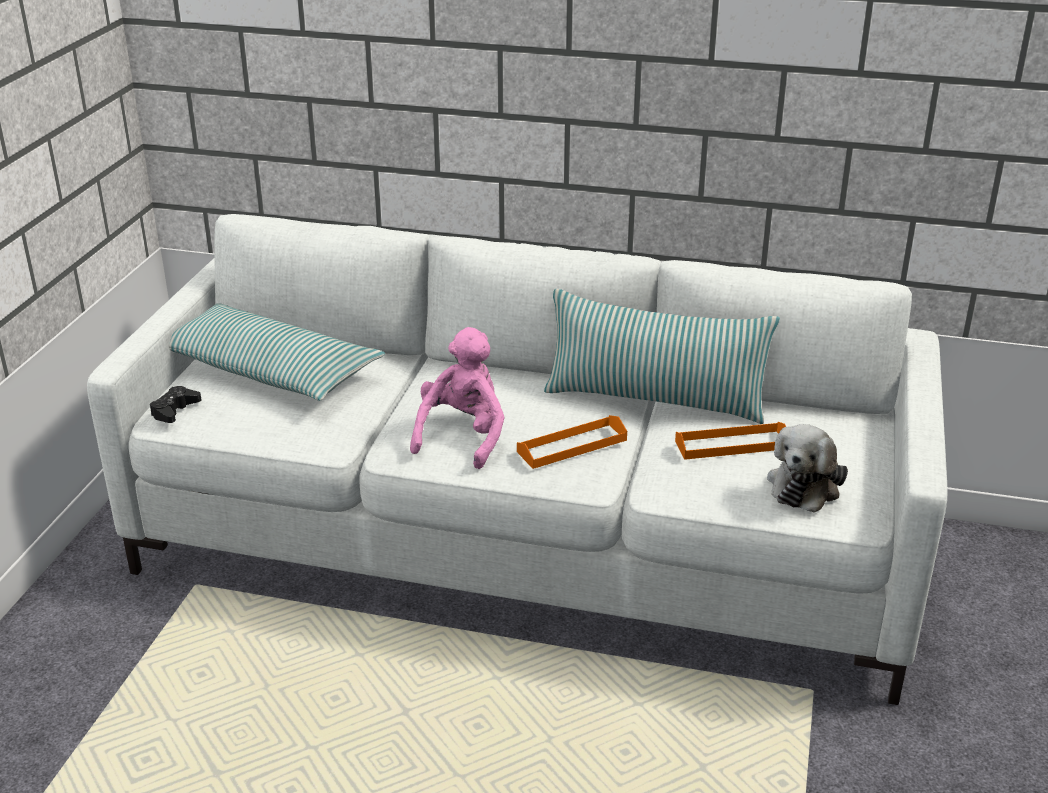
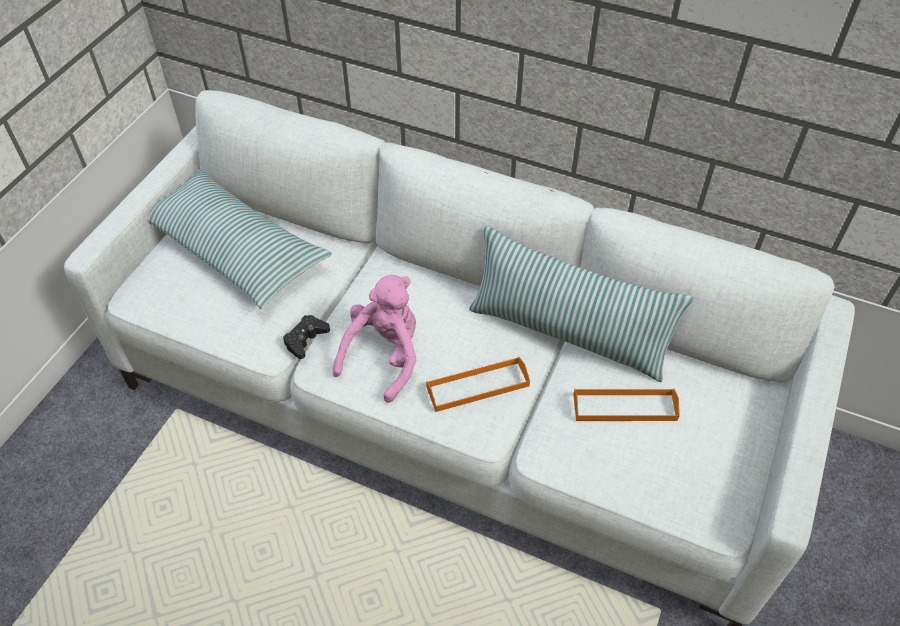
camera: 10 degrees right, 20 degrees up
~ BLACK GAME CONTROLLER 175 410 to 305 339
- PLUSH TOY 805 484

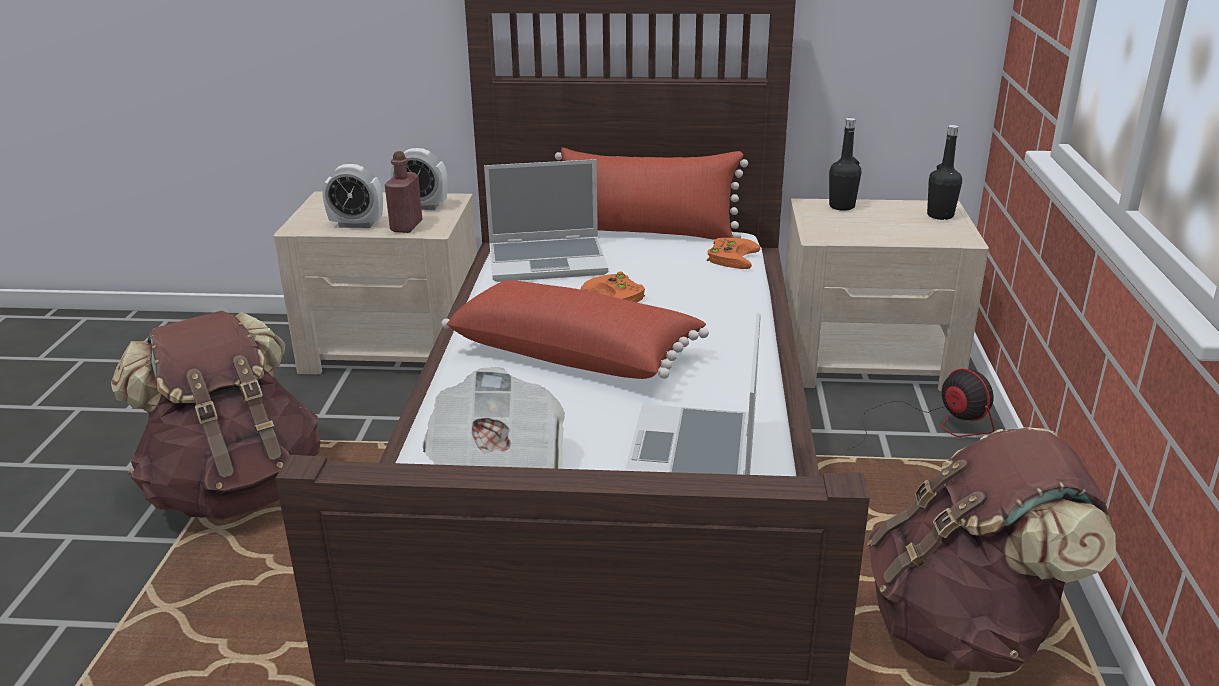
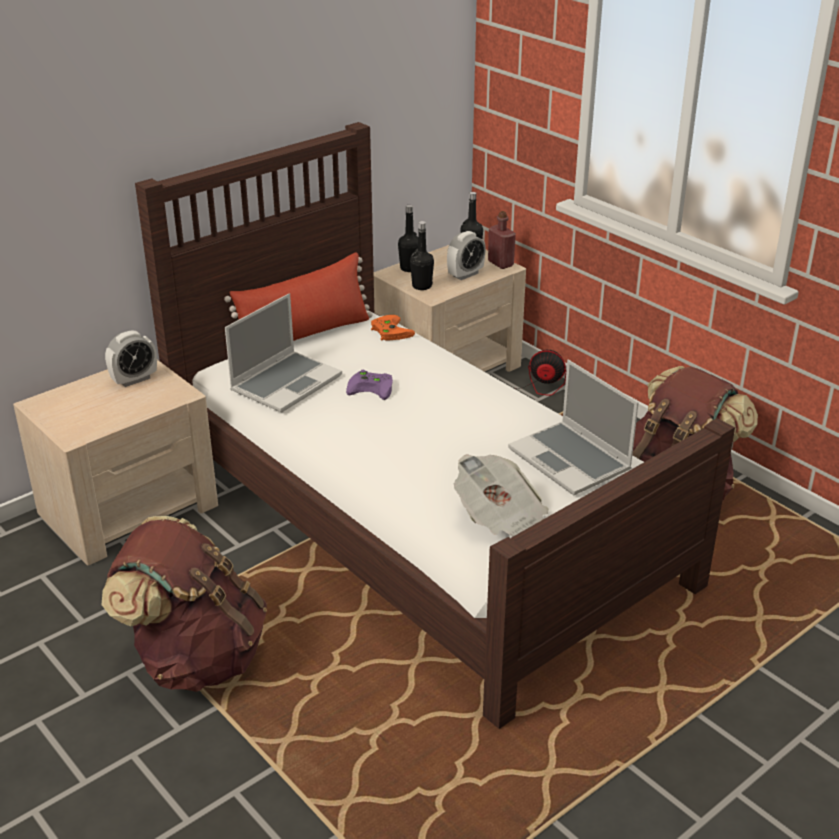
camera: 45 degrees left, 5 degrees up
~ ALARM CLOCK 356 224 to 465 274
~ RED BOTTLE 406 226 to 500 263
- RED PILLOW 575 354
~ ORANGE GAME CONTROLLER 617 296 to PURPLE GAME CONTROLLER 373 387
+ BLACK BOTTLE 422 286

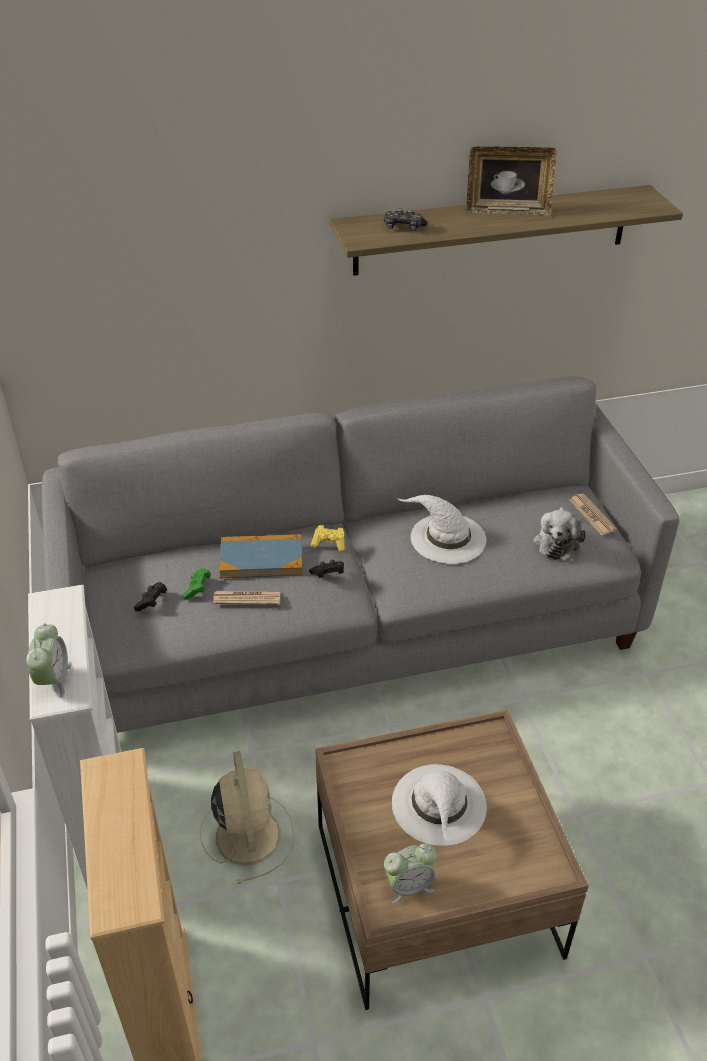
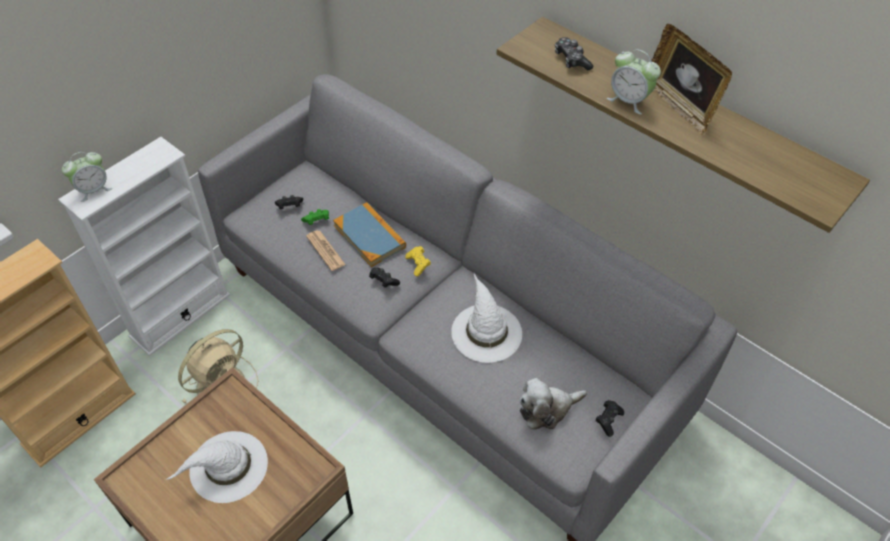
camera: 55 degrees right, 10 degrees up
~ ALARM CLOCK 409 886 to 629 101
~ NEWSPAPER 592 515 to BLACK GAME CONTROLLER 608 420

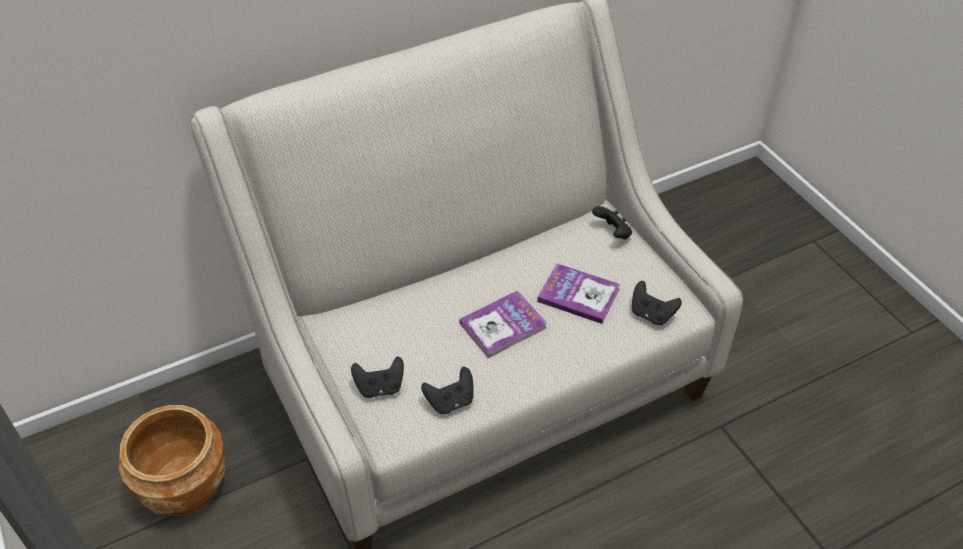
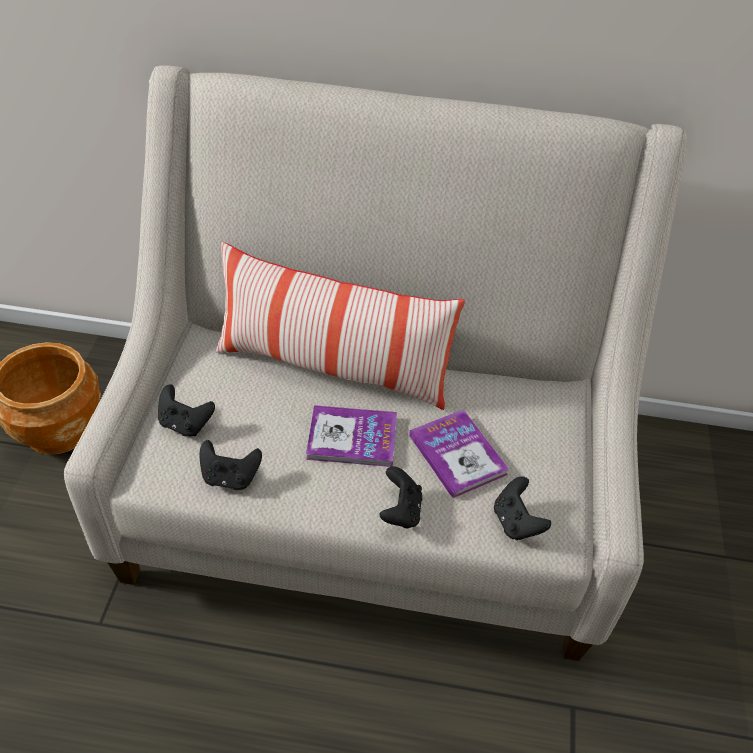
camera: 35 degrees right, 0 degrees up
~ BLACK GAME CONTROLLER 612 233 to 400 511
+ PILLOW 332 367

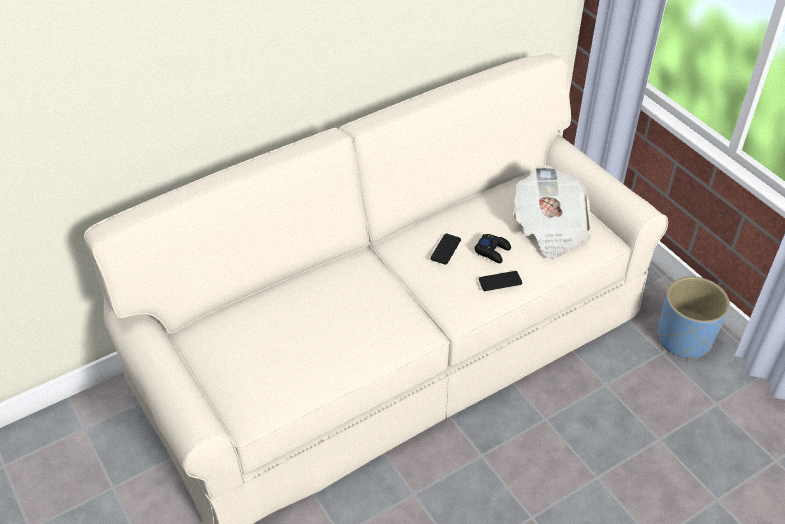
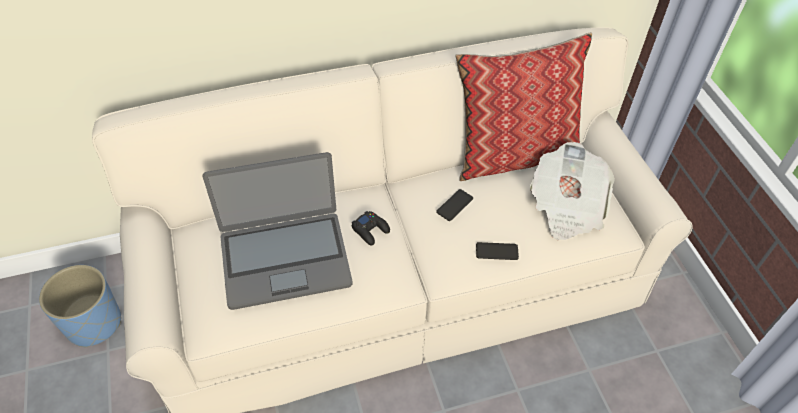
camera: 15 degrees right, 5 degrees up
~ BLACK GAME CONTROLLER 492 251 to 371 230
~ BLUE PLANTER 684 339 to 93 324
+ LAPTOP 285 259
+ PILLOW 514 154

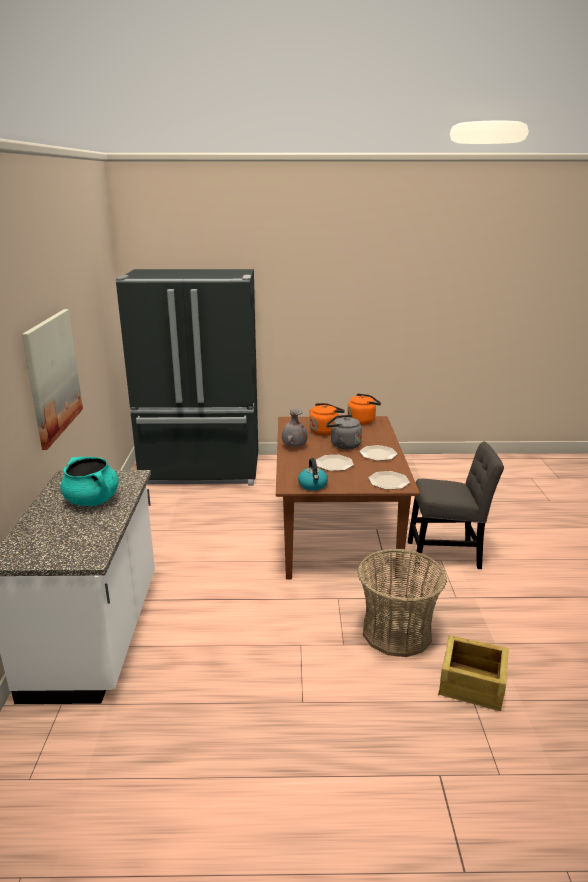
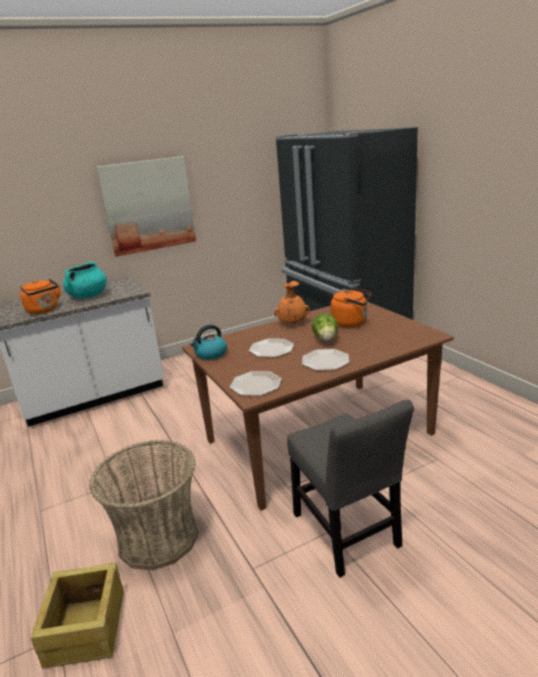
camera: 65 degrees right, 0 degrees up
~ GREY VASE 294 446 to ORANGE VASE 292 323
~ GREY KETTLE 343 445 to LETTUCE 326 340
~ ORANGE KETTLE 362 421 to 44 310

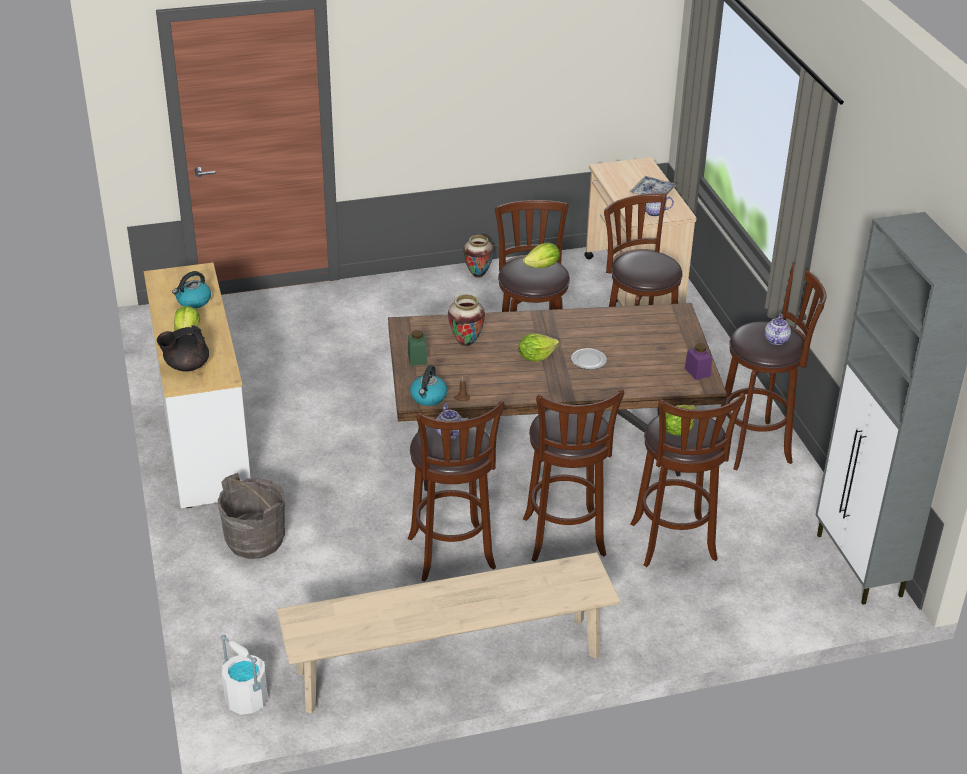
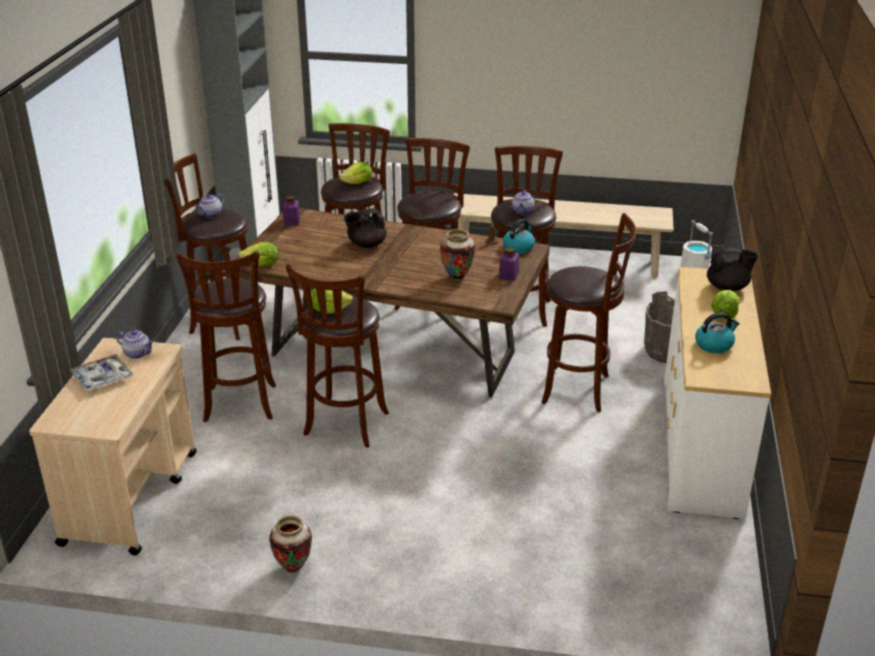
camera: 155 degrees left, 5 degrees down
~ GREEN JAR 417 358 to PURPLE JAR 508 275
~ LETTUCE 535 357 to 262 265
~ PLATE 589 361 to BLACK TEAPOT 366 244
+ BROWN STOOL 580 390

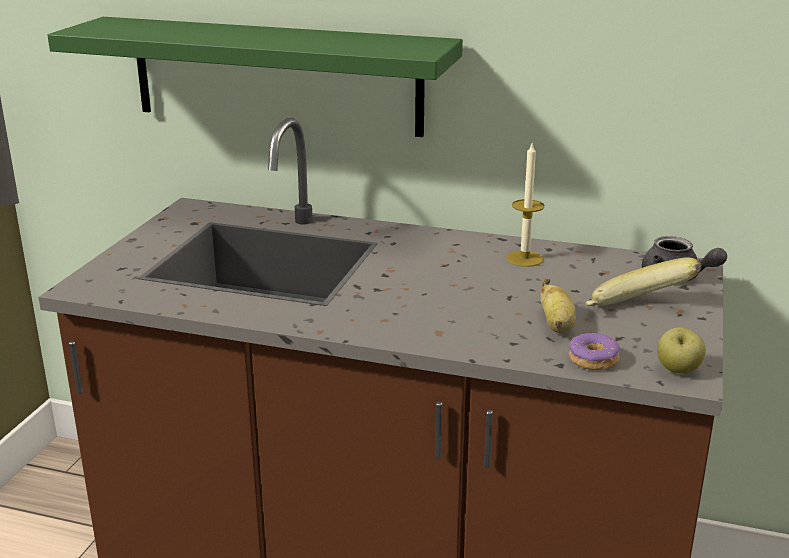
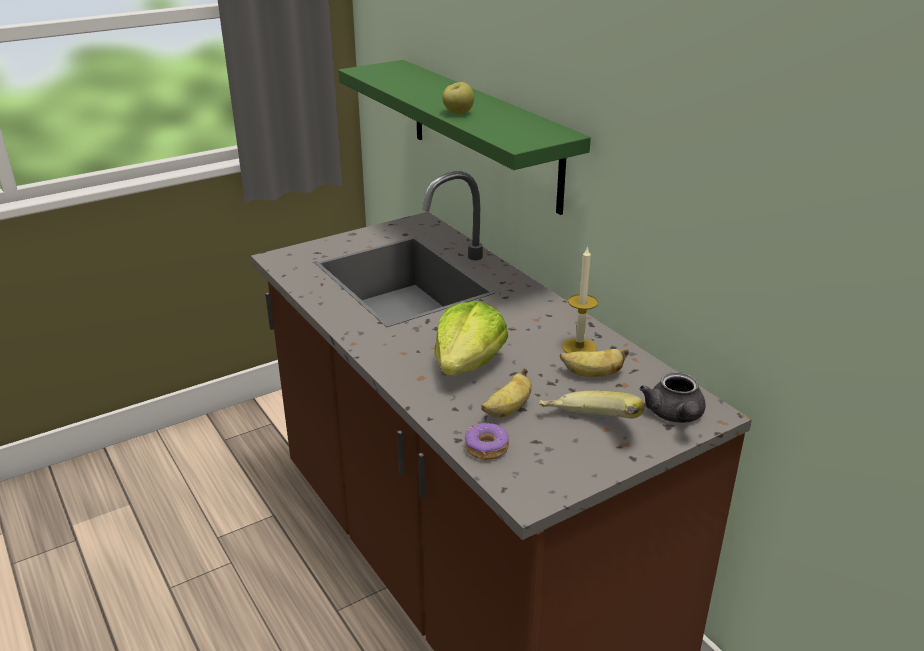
camera: 40 degrees right, 5 degrees up
~ APPLE 678 371 to 458 113
+ LETTUCE 468 364
+ BANANA 592 375

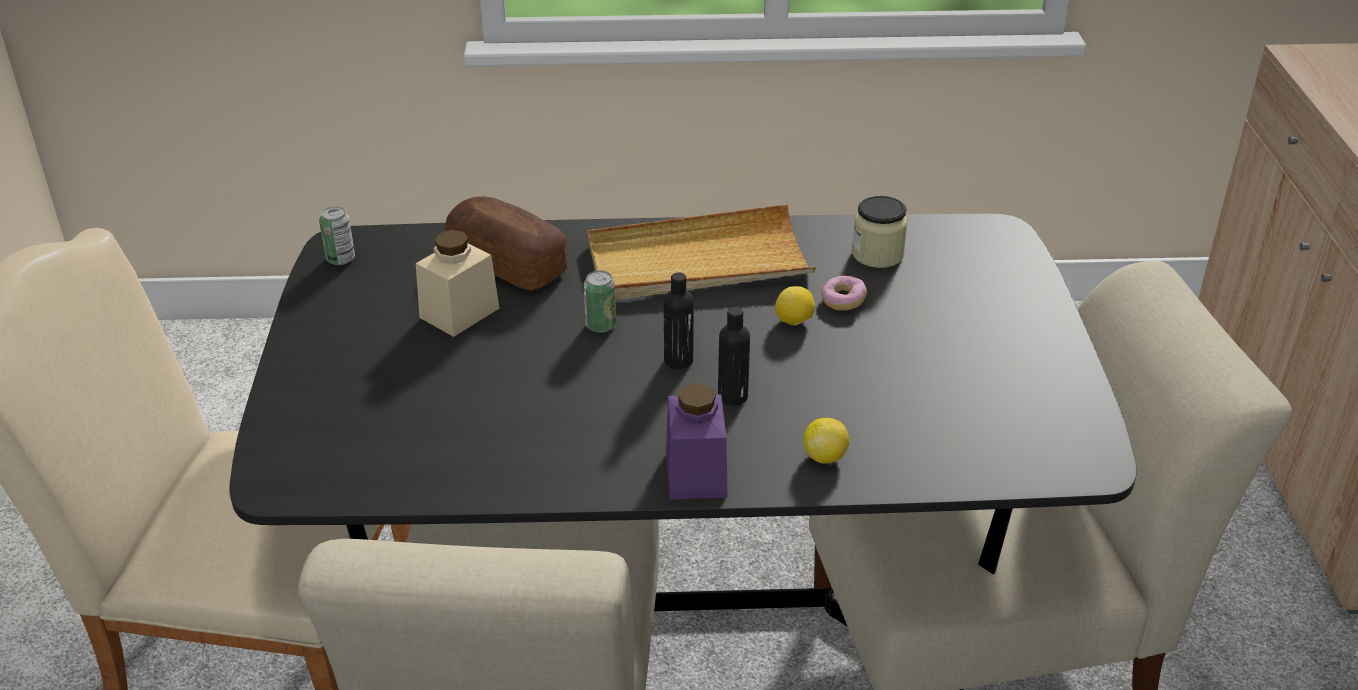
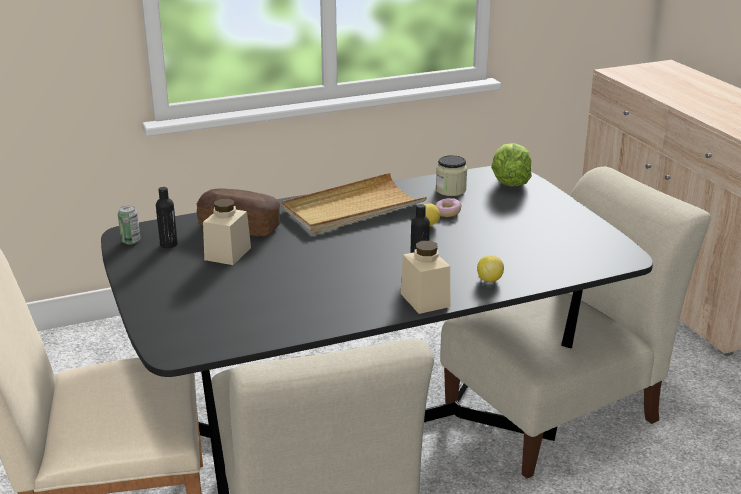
camera: 20 degrees left, 10 degrees down
- CAN 600 325
~ BLACK BOTTLE 678 360 to 169 244
~ PURPLE JAR 696 473 to BEIGE JAR 425 300
+ LETTUCE 509 182

